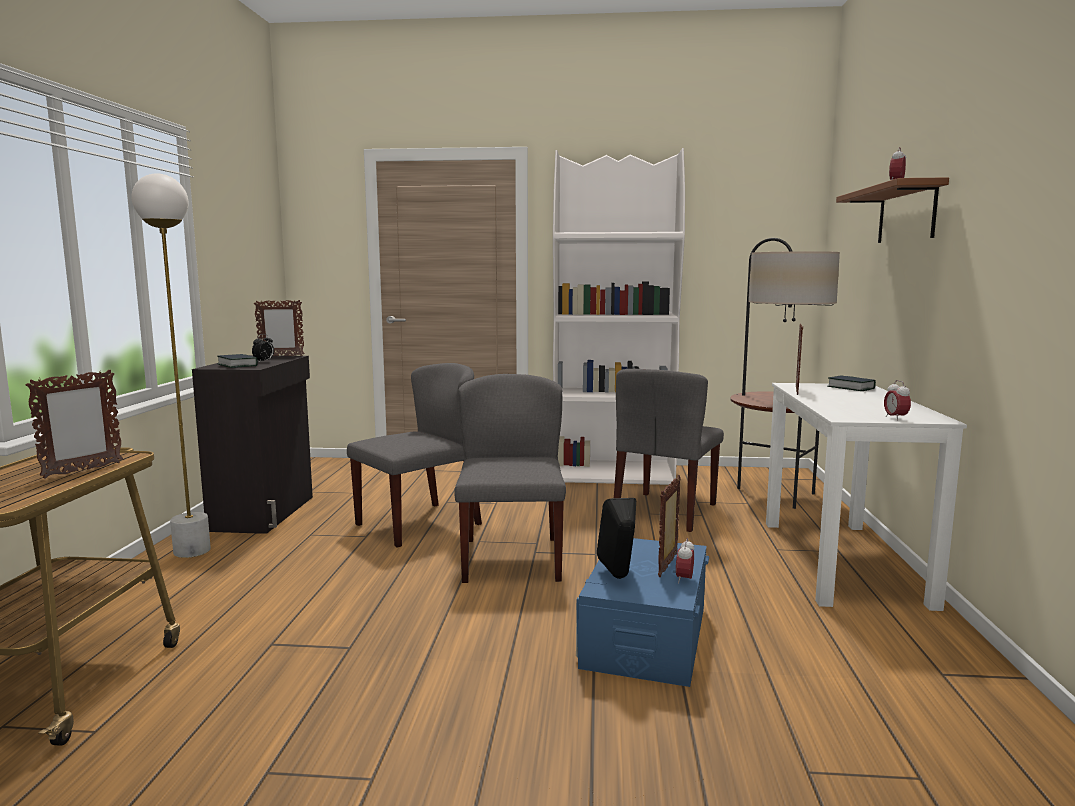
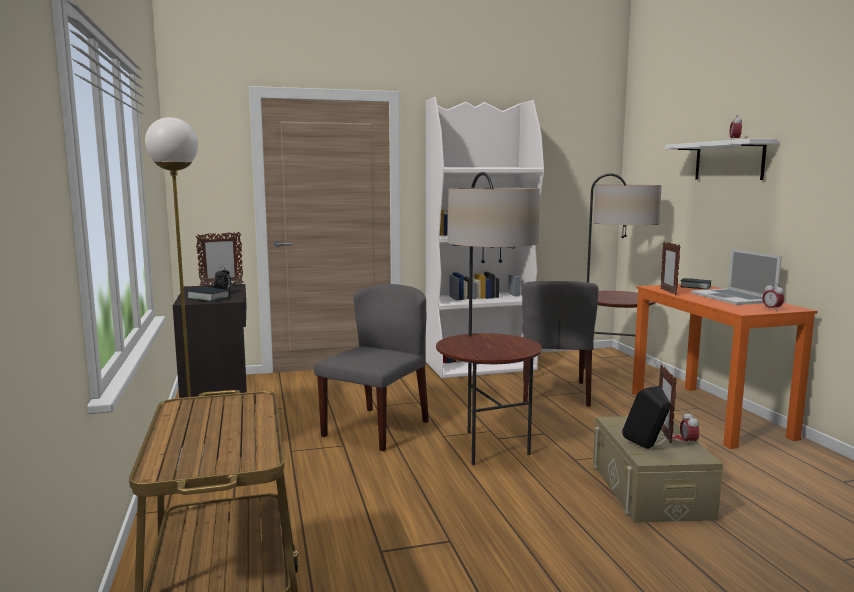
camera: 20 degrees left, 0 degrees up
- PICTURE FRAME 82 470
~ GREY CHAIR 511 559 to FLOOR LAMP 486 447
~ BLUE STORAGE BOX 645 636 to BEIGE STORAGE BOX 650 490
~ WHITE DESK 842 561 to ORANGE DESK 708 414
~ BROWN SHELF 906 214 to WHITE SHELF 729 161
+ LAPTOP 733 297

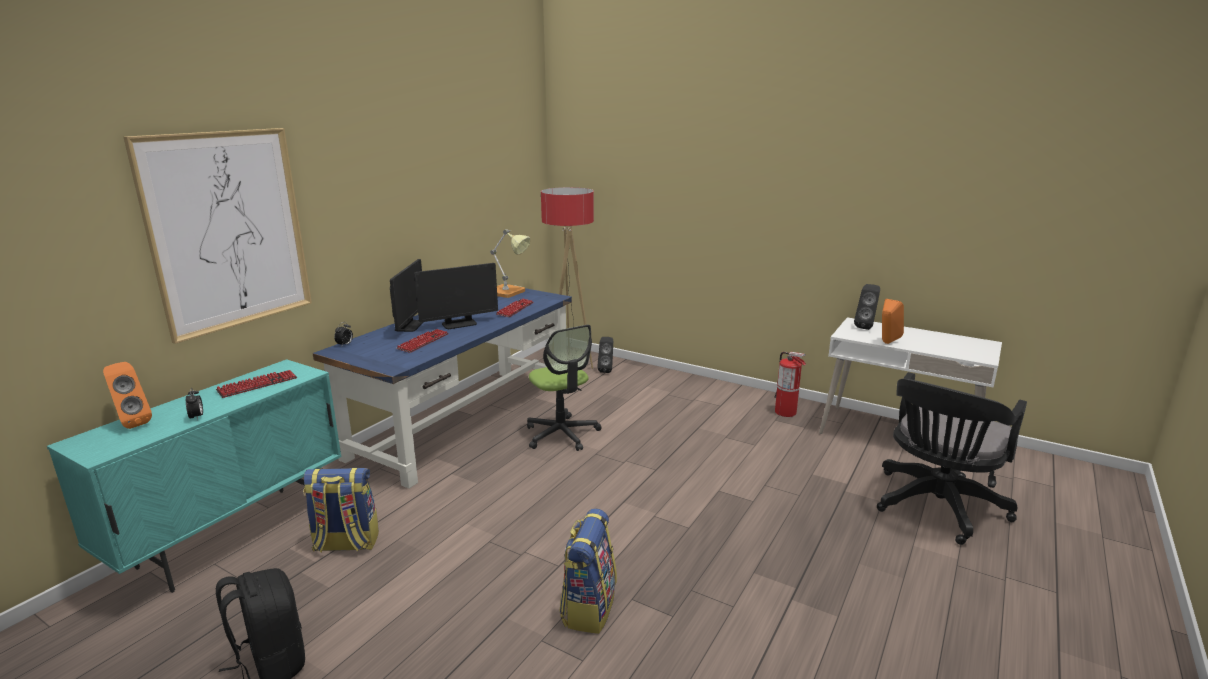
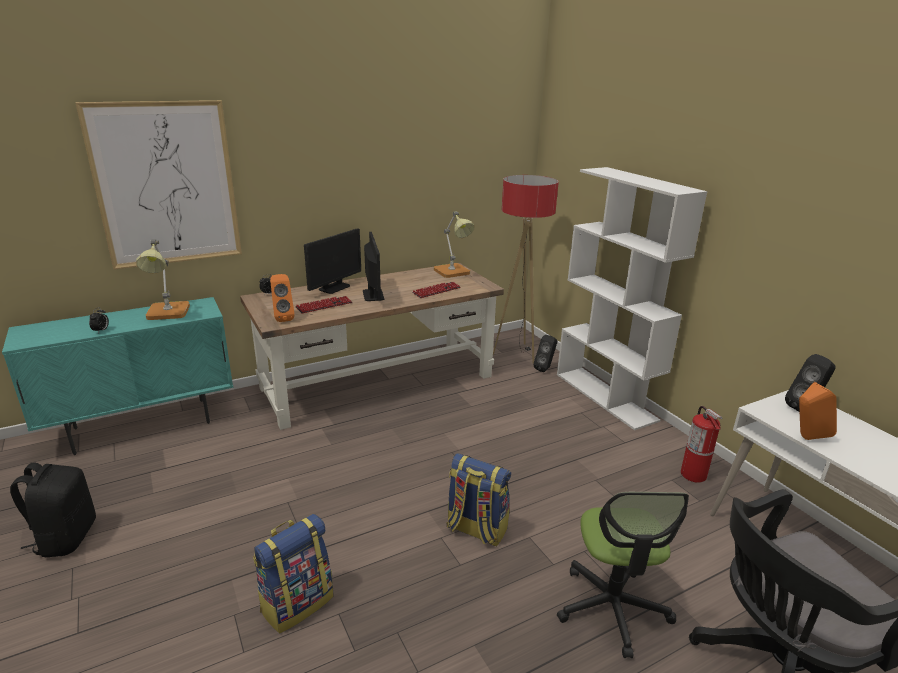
camera: 30 degrees right, 5 degrees up
~ ORANGE SPEAKER 131 423 to 283 318
~ KEYBOARD 257 385 to TABLE LAMP 167 314
~ BACKPACK 346 544 to 476 529
~ BLUE DESK 465 419 to BROWN DESK 379 381
~ MONITOR 459 324 = 373 295 105 degrees counterclockwise
~ OFFICE CHAIR 562 434 to 612 608
+ WHITE BOOKCASE 606 397

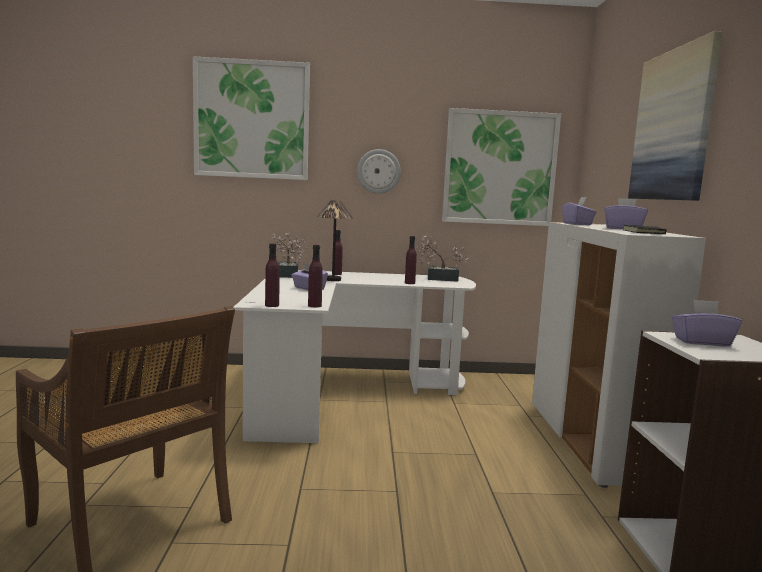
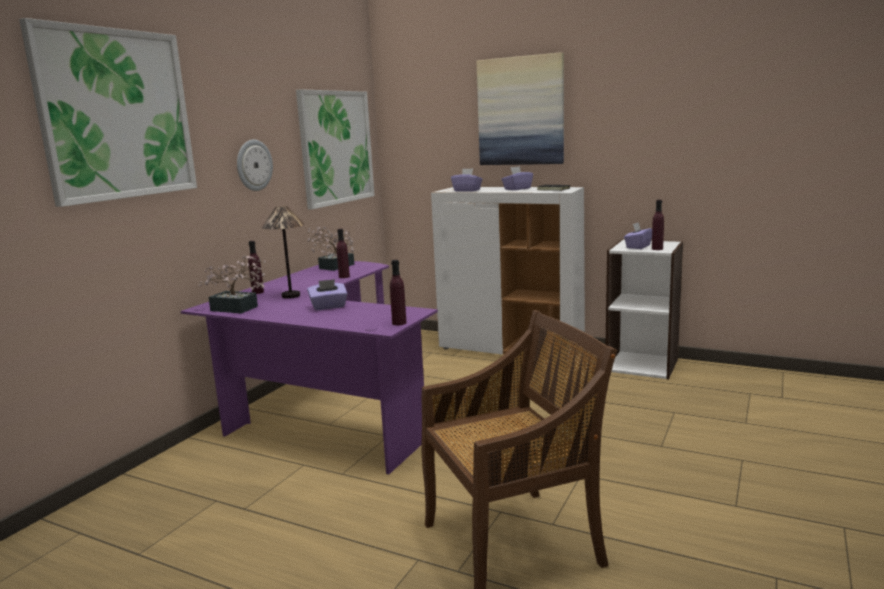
camera: 60 degrees left, 5 degrees up
~ WHITE DESK 344 392 to PURPLE DESK 324 410
~ PURPLE BOTTLE 314 306 to 657 249

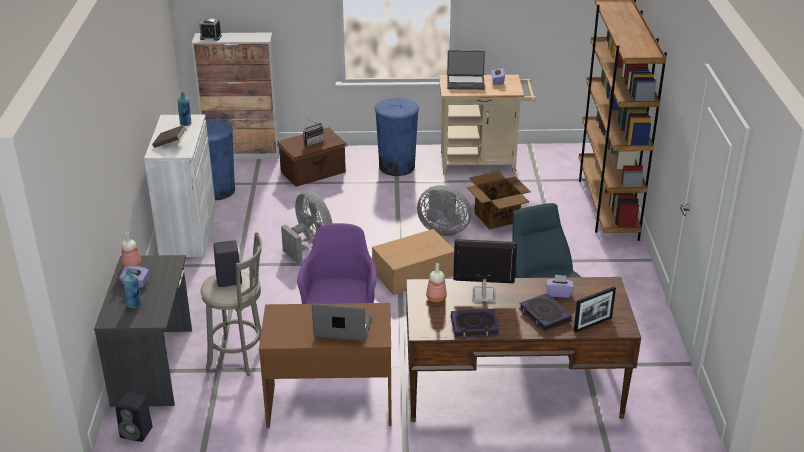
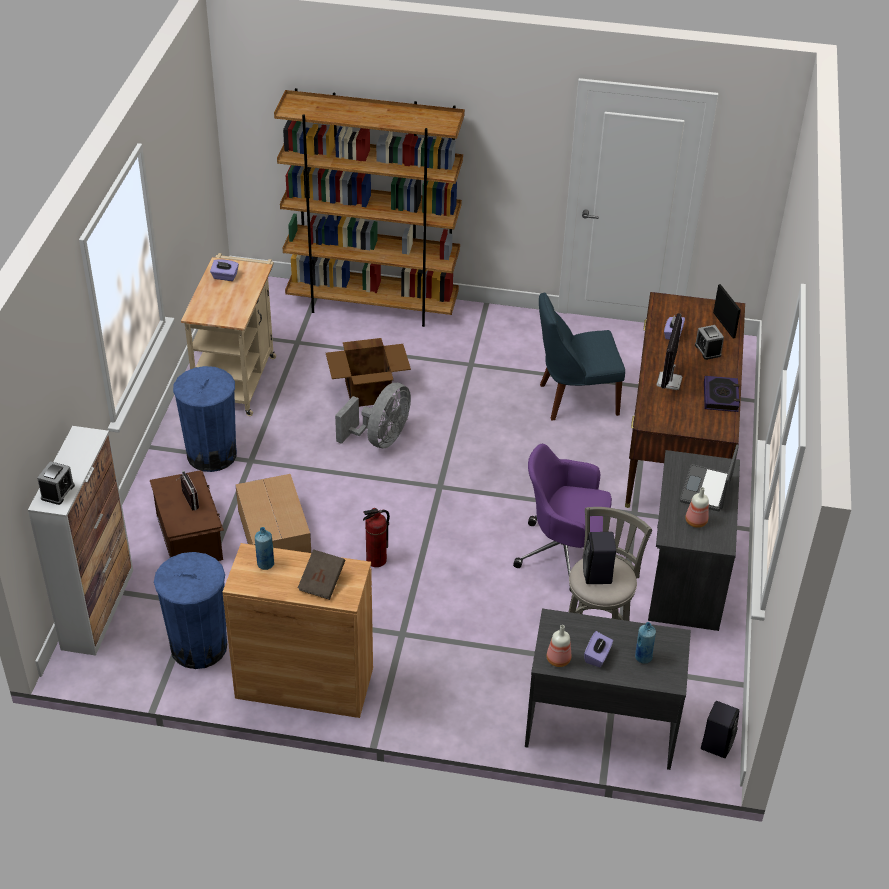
camera: 80 degrees left, 10 degrees up
~ WHITE CABINET 188 232 to BROWN CABINET 304 683
~ BROWN DESK 329 403 to GREY DESK 685 576
~ GREY FAN 310 245 to FIRE EXTINGUISHER 376 560
~ CARDBOARD BOX 415 273 to 274 532
~ BOTTLE 435 298 to 696 522
- LAPTOP 465 83
~ BOOK 544 315 to ALARM CLOCK 707 350

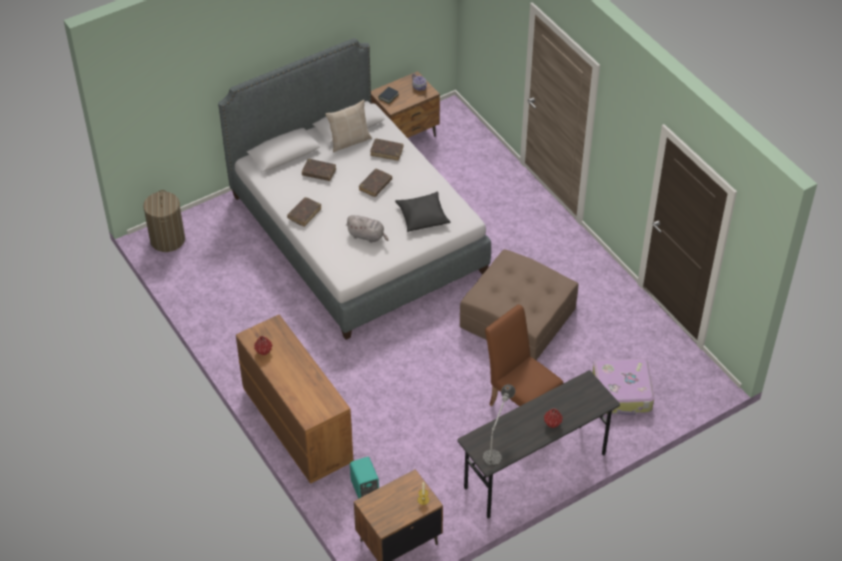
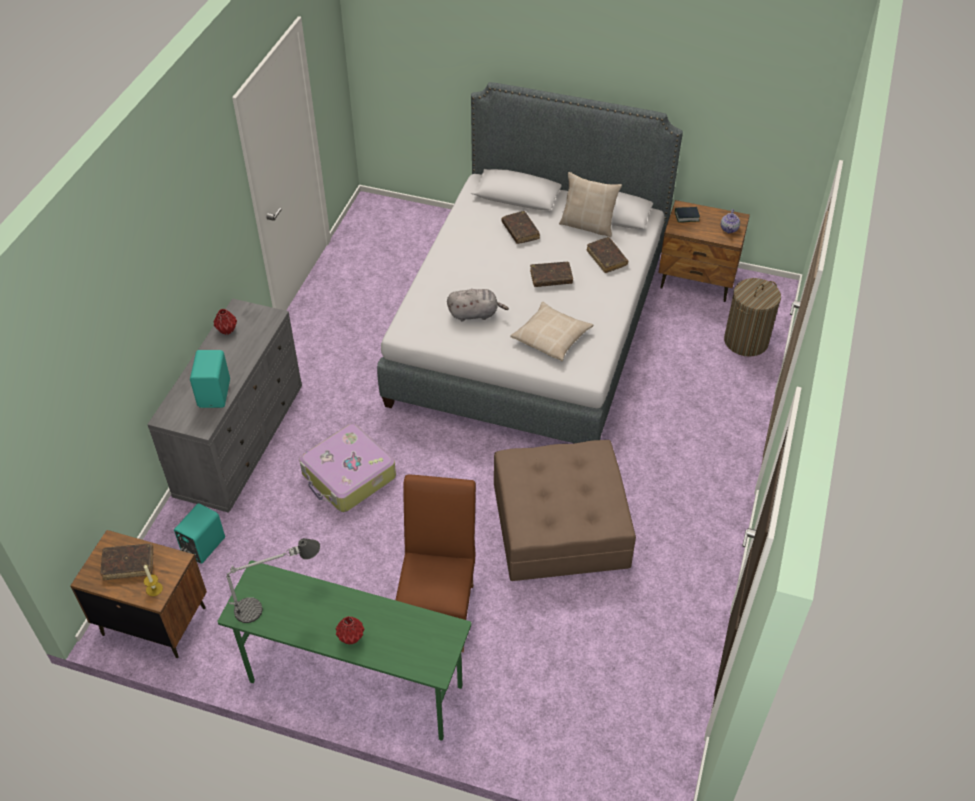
camera: 50 degrees right, 0 degrees up
~ LAUNDRY BASKET 167 240 to 746 341
~ BROWN DRESSER 297 425 to GREY DRESSER 241 441
~ BROWN BOOK 304 214 to 128 564
~ GREY PLUSH TOY 367 236 = 475 314 75 degrees counterclockwise
~ BLACK PILLOW 422 216 to BEIGE PILLOW 551 337
~ GREY DESK 535 472 to GREEN DESK 355 685
~ SUITCASE 622 393 to 348 476
+ TURQUOISE SPEAKER 215 393

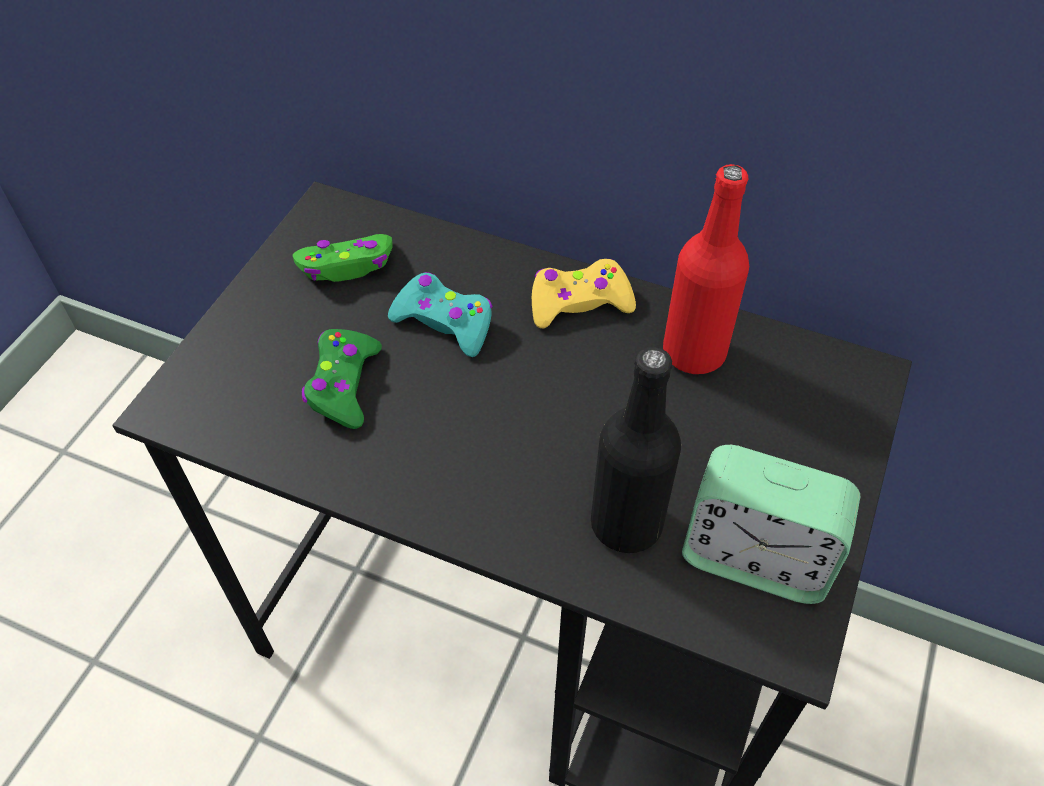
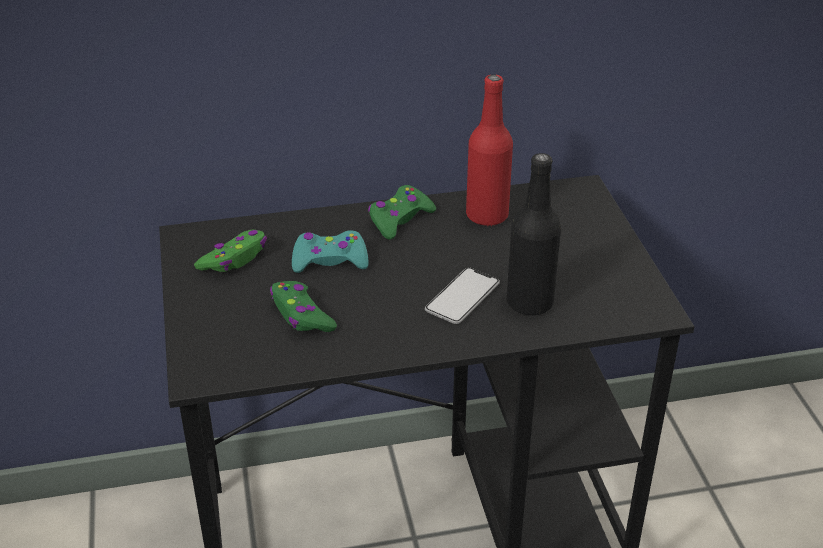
camera: 35 degrees left, 15 degrees down
~ YELLOW GAME CONTROLLER 579 303 to GREEN GAME CONTROLLER 399 219
- ALARM CLOCK 755 557
+ PHONE 462 297

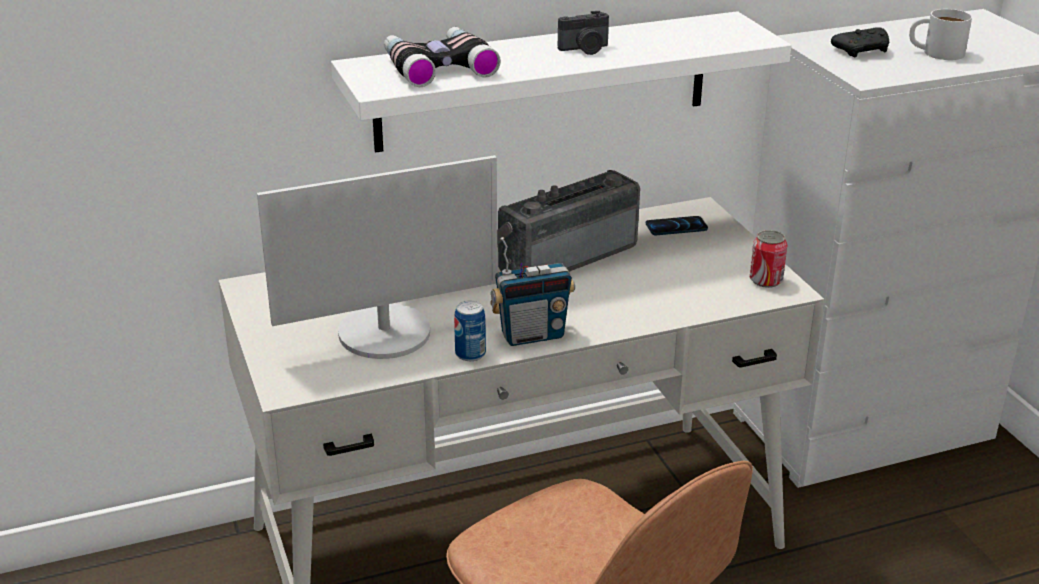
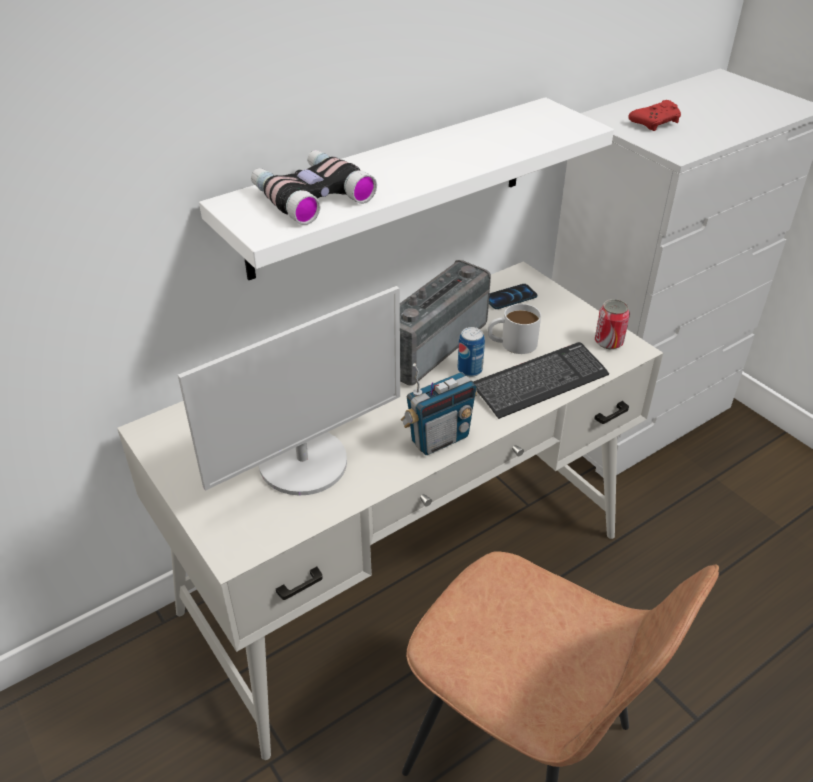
camera: 15 degrees left, 10 degrees up
~ CAN 470 354 to 470 370
- PHOTO CAMERA 585 49
~ BLACK GAME CONTROLLER 862 51 to RED GAME CONTROLLER 656 123
~ WHITE MUG 935 52 to 511 343
+ KEYBOARD 540 382

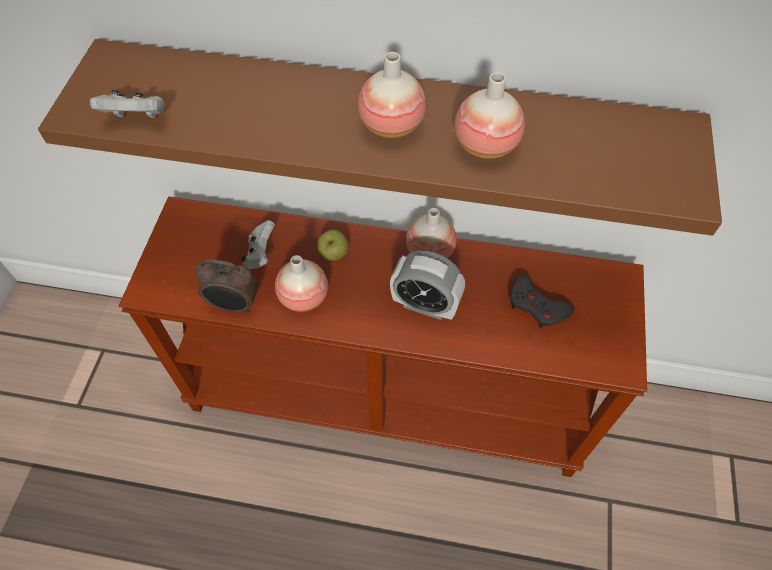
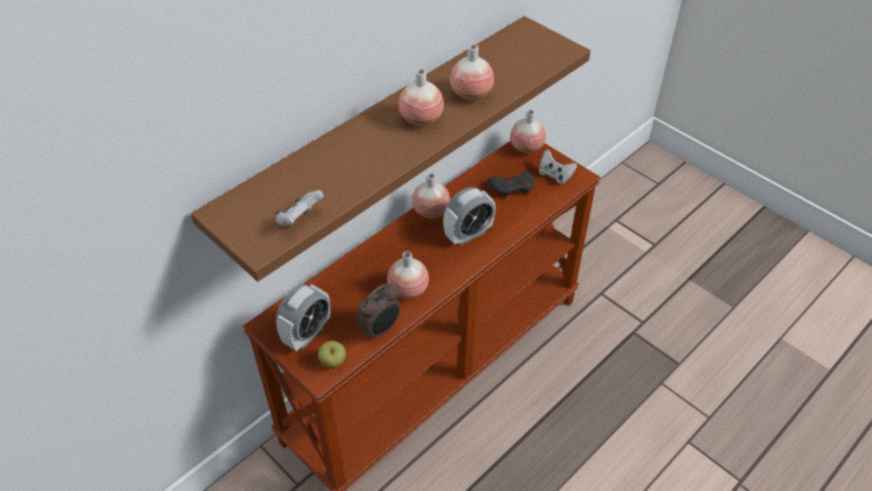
camera: 55 degrees left, 10 degrees down
~ WHITE GAME CONTROLLER 260 255 to 555 175
~ APPLE 334 254 to 333 362
+ ALARM CLOCK 307 334
+ VASE 526 147

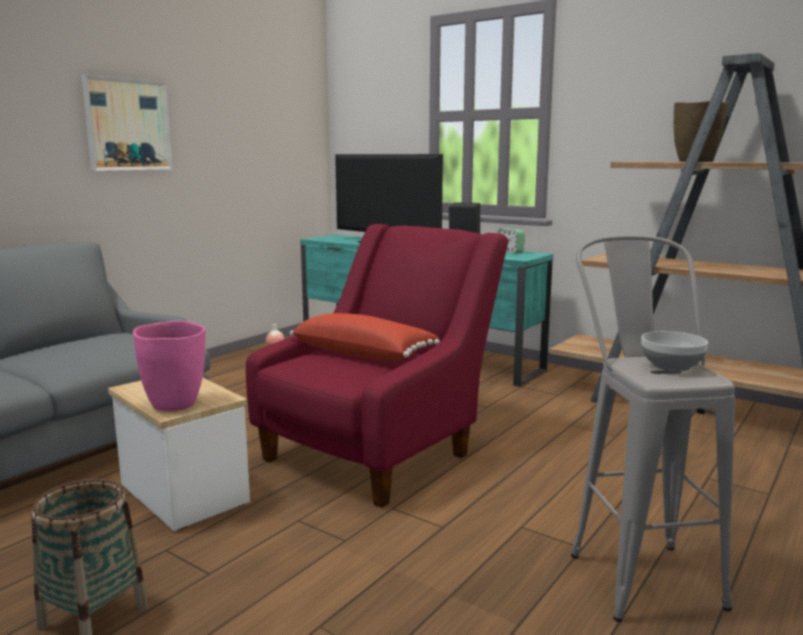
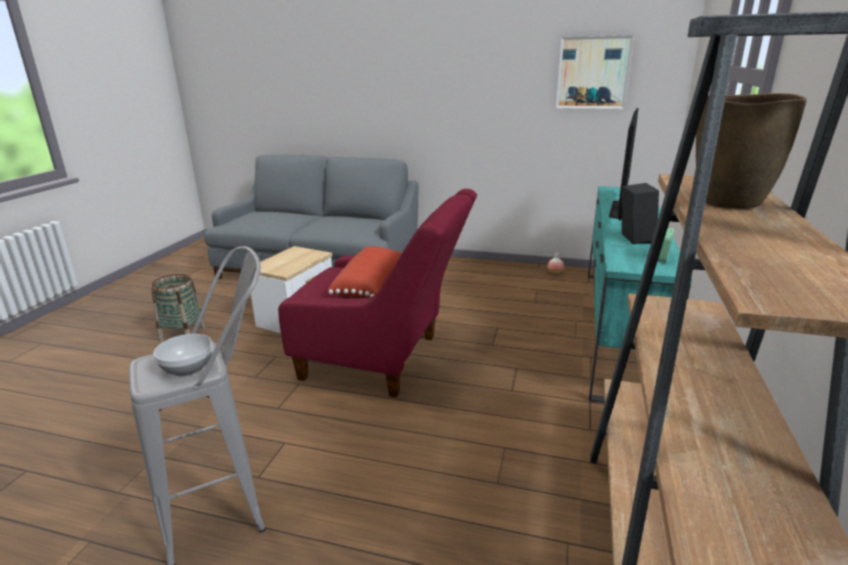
camera: 70 degrees right, 10 degrees up
~ PICTURE 128 125 to 592 73
- PINK VASE 175 404

